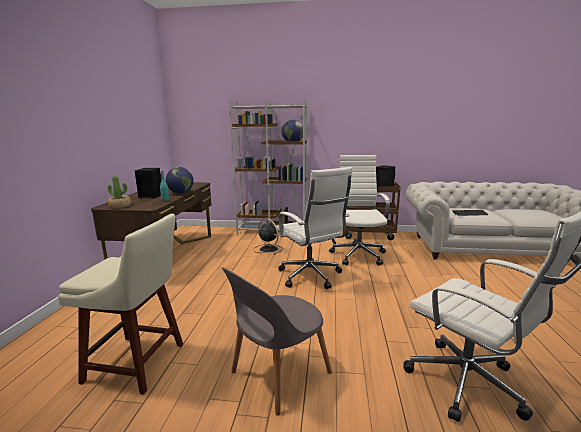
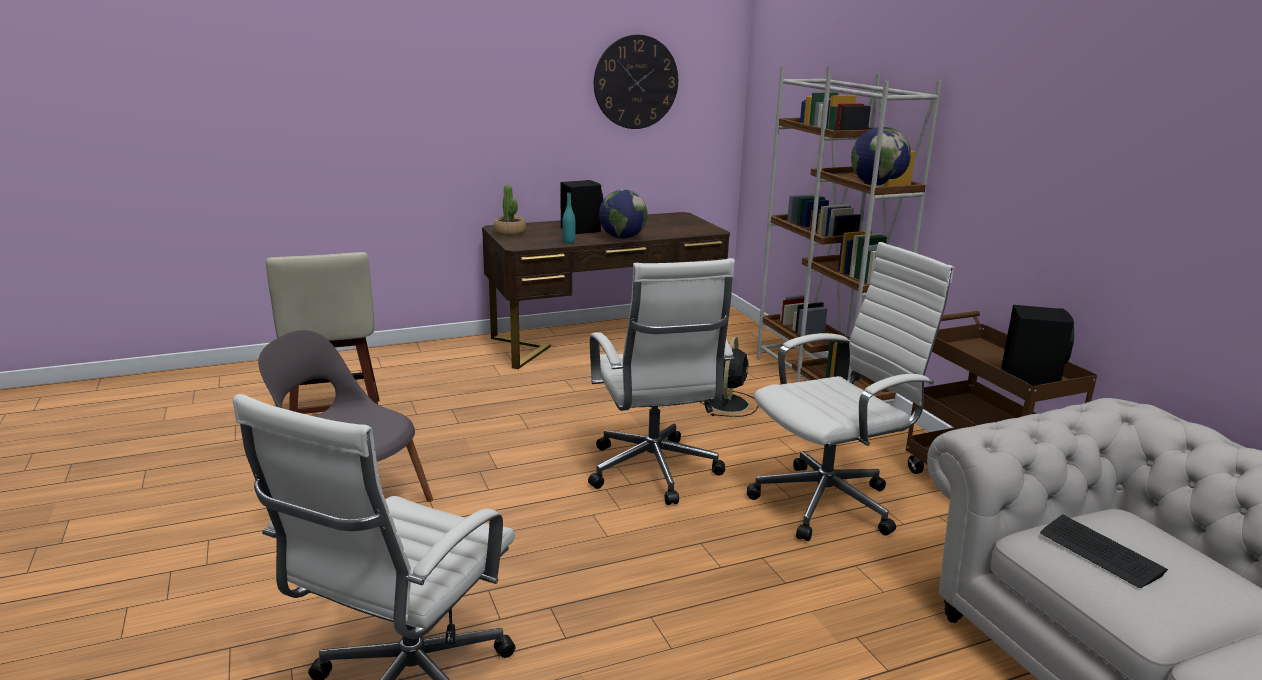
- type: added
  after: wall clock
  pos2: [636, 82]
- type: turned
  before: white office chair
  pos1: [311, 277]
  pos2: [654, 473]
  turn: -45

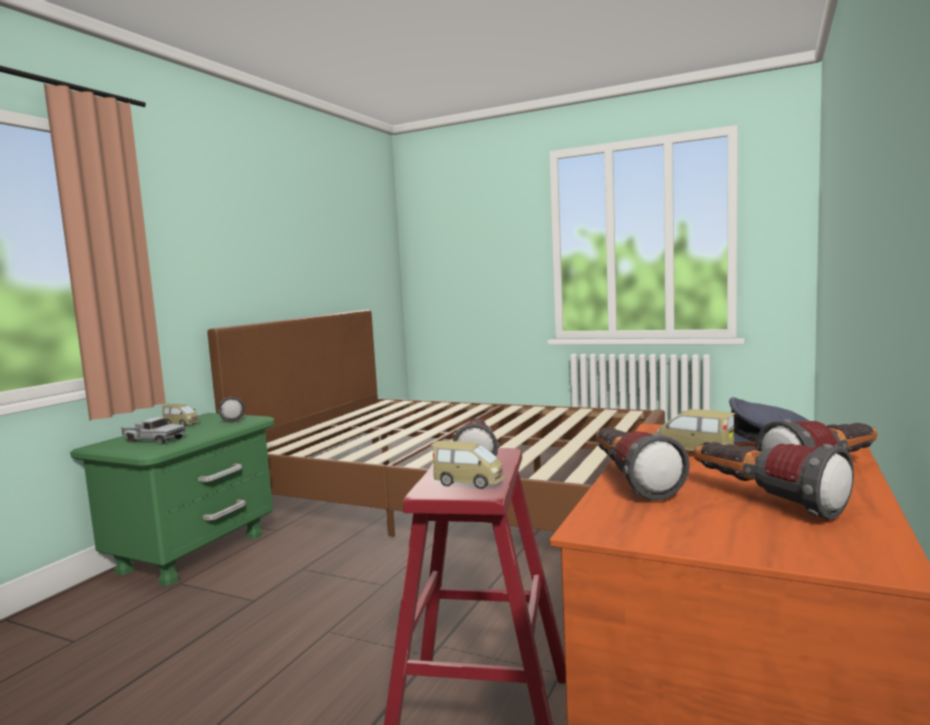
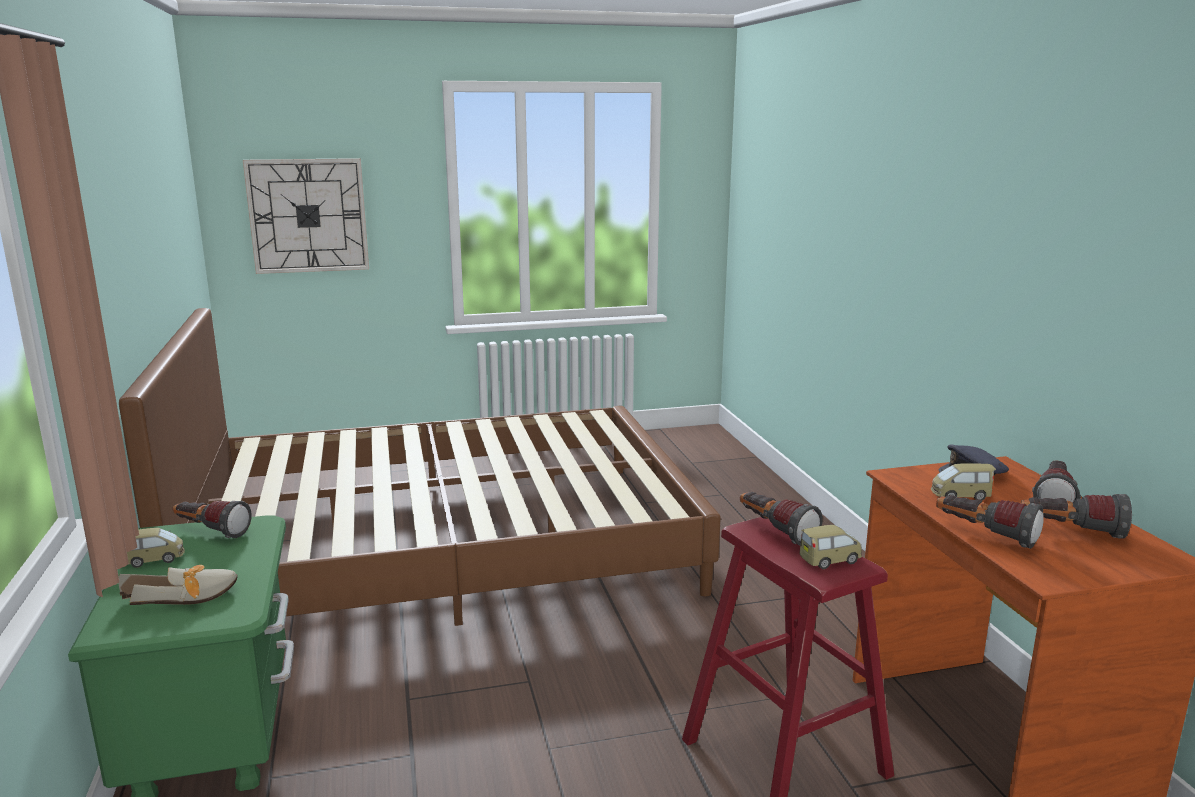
- type: added
  after: wall clock
  pos2: [308, 215]
- type: replaced
  before: toy truck
  after: shoe
  pos1: [153, 440]
  pos2: [188, 597]

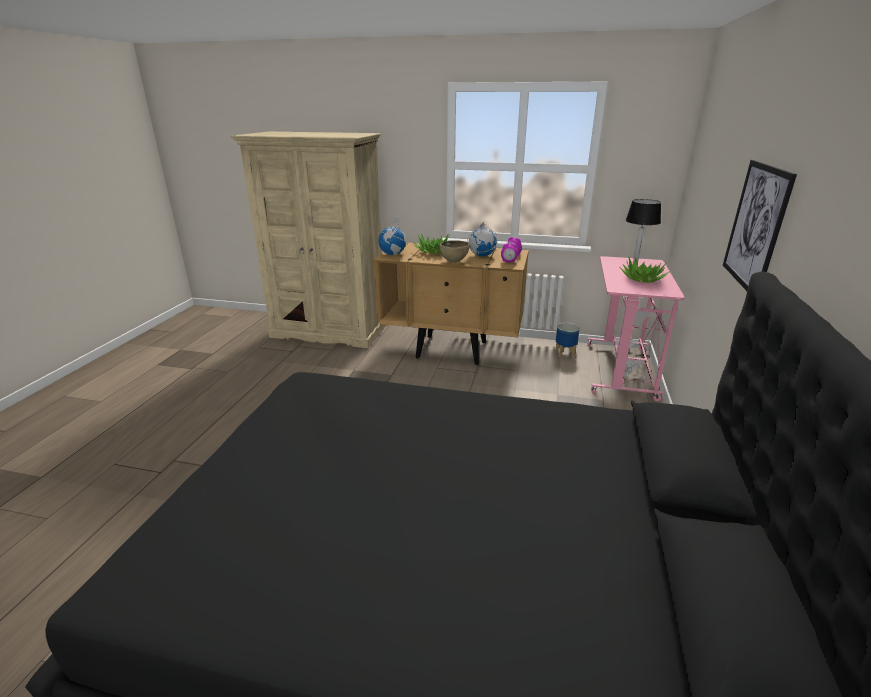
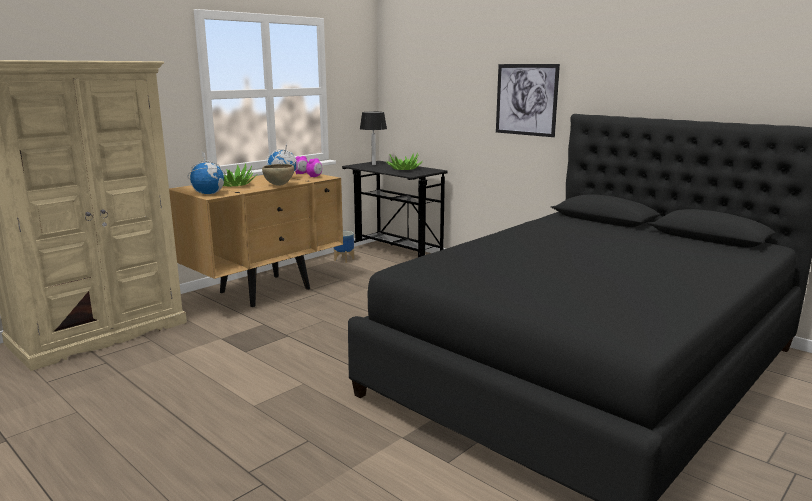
- type: recoloured
  before: pink desk
  after: black desk
  pos1: [620, 371]
  pos2: [394, 254]

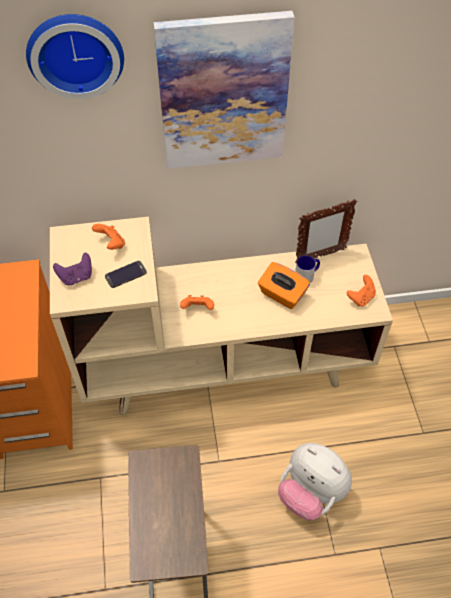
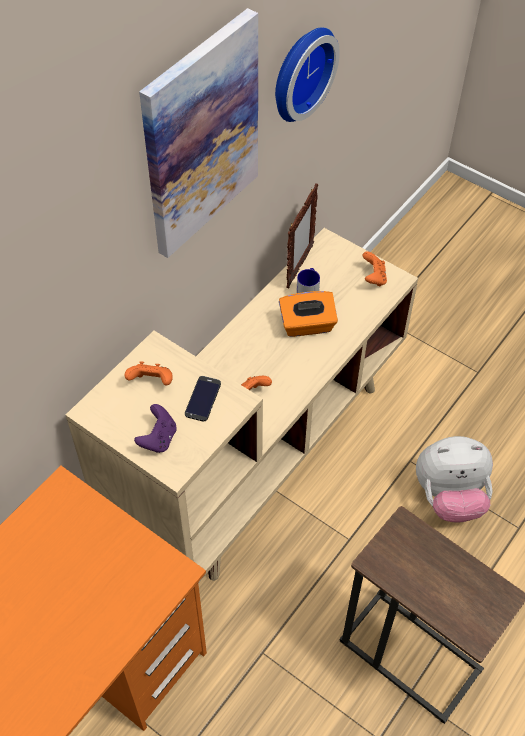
- type: moved
  before: wall clock
  pos1: [75, 52]
  pos2: [299, 72]

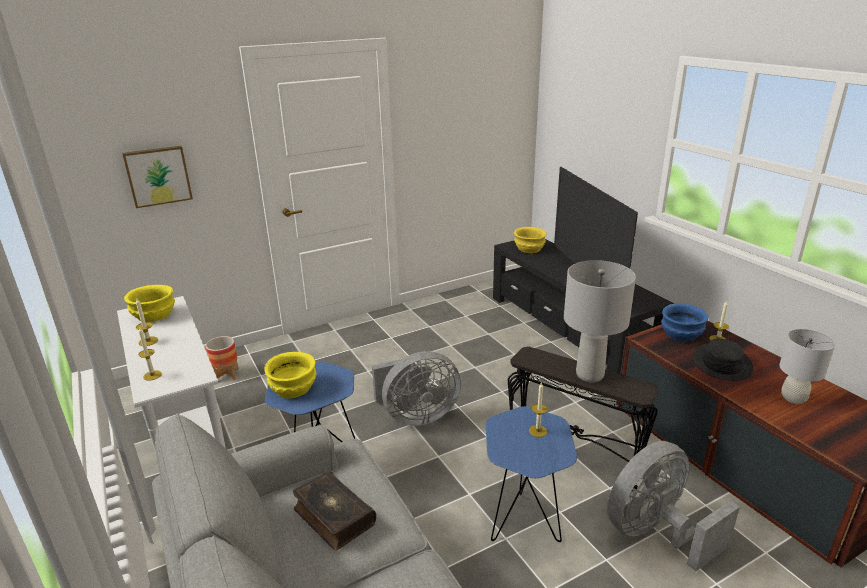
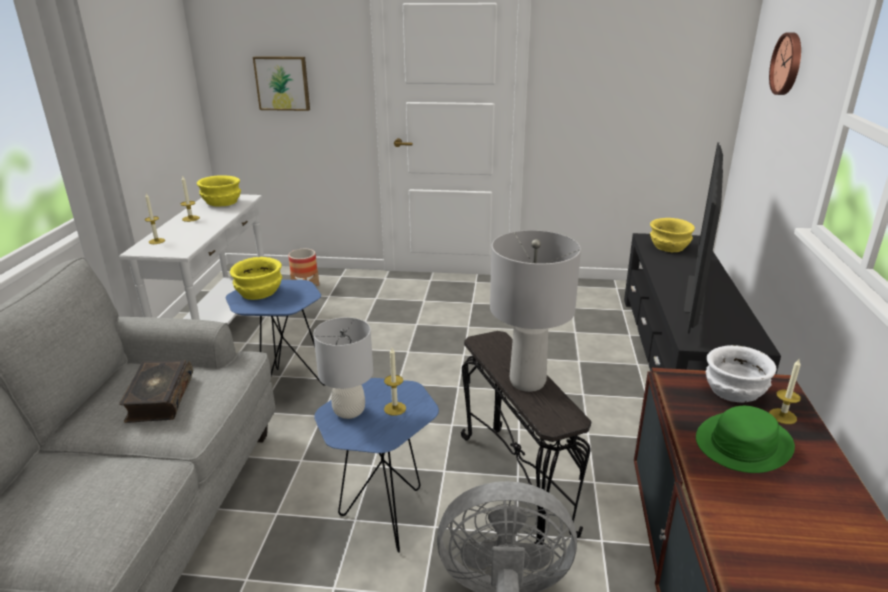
- type: removed
  before: grey fan
  pos1: [416, 416]
- type: added
  after: wall clock
  pos2: [788, 64]
- type: moved
  before: grey table lamp
  pos1: [794, 400]
  pos2: [349, 413]
- type: recoloured
  before: blue bowl
  after: white bowl
  pos1: [681, 334]
  pos2: [734, 392]
- type: recoloured
  before: black hat
  after: green hat
  pos1: [721, 363]
  pos2: [743, 443]

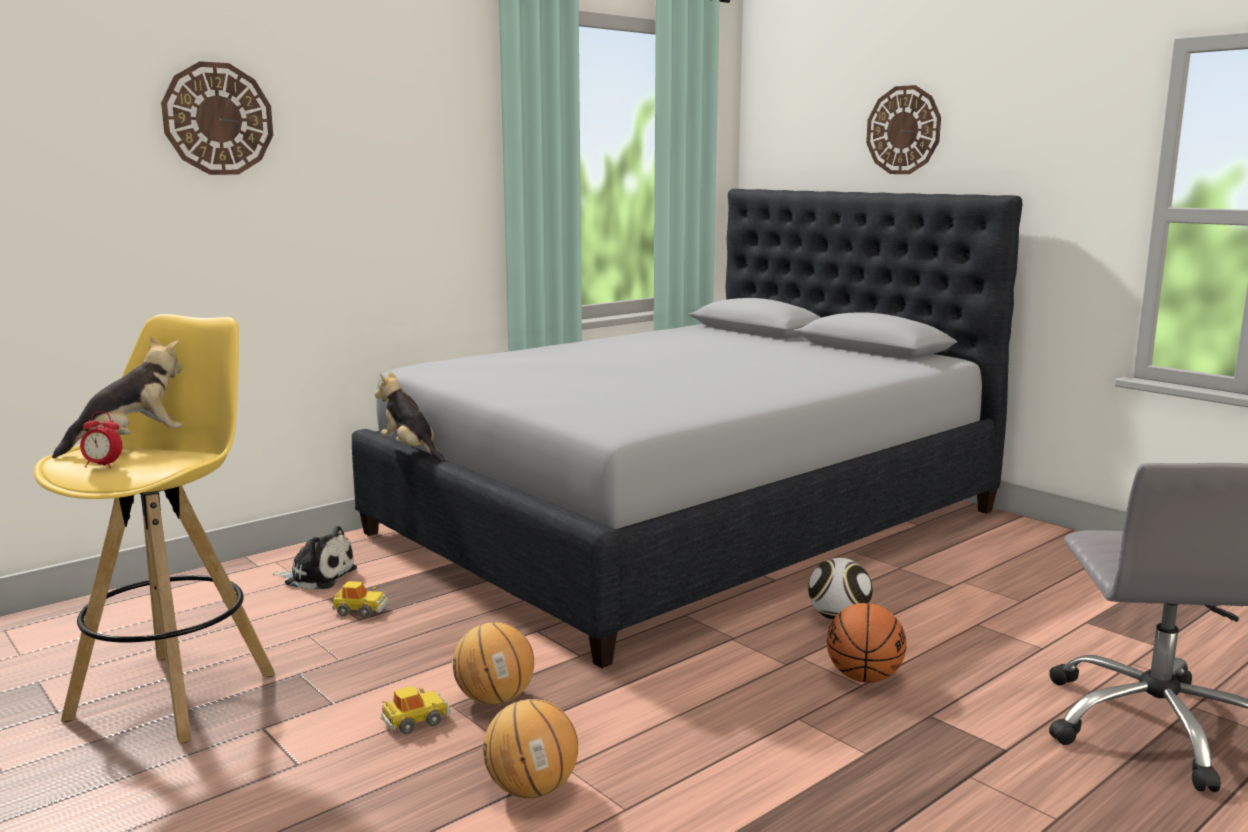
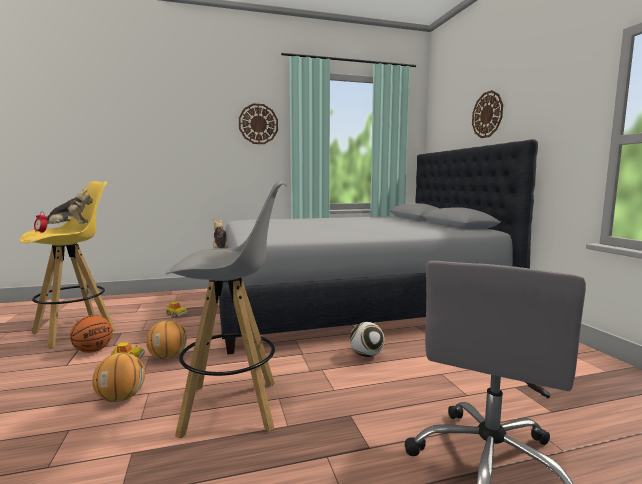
- type: removed
  before: plush toy
  pos1: [317, 576]
- type: added
  after: grey stool
  pos2: [233, 407]
- type: moved
  before: wall clock
  pos1: [218, 119]
  pos2: [258, 124]
- type: moved
  before: basketball
  pos1: [863, 677]
  pos2: [93, 350]

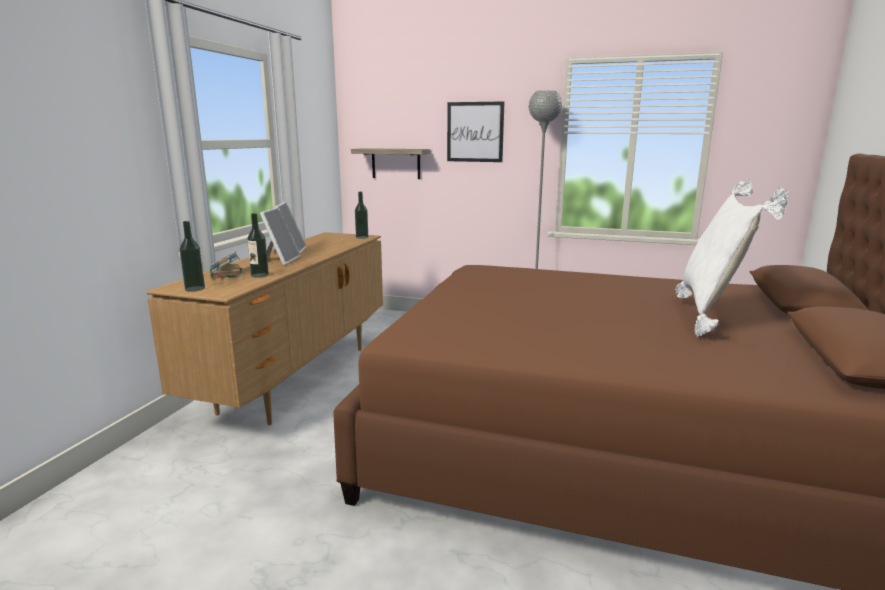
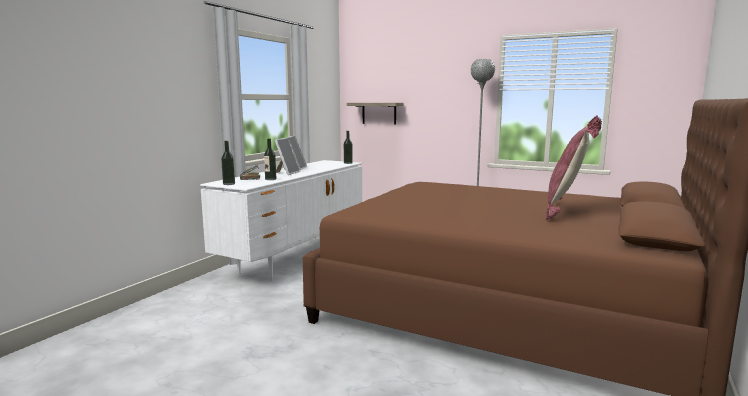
- type: removed
  before: picture
  pos1: [475, 132]
- type: recoloured
  before: brown dresser
  after: white dresser
  pos1: [299, 378]
  pos2: [296, 257]
- type: recoloured
  before: white pillow
  after: red pillow
  pos1: [713, 320]
  pos2: [569, 213]

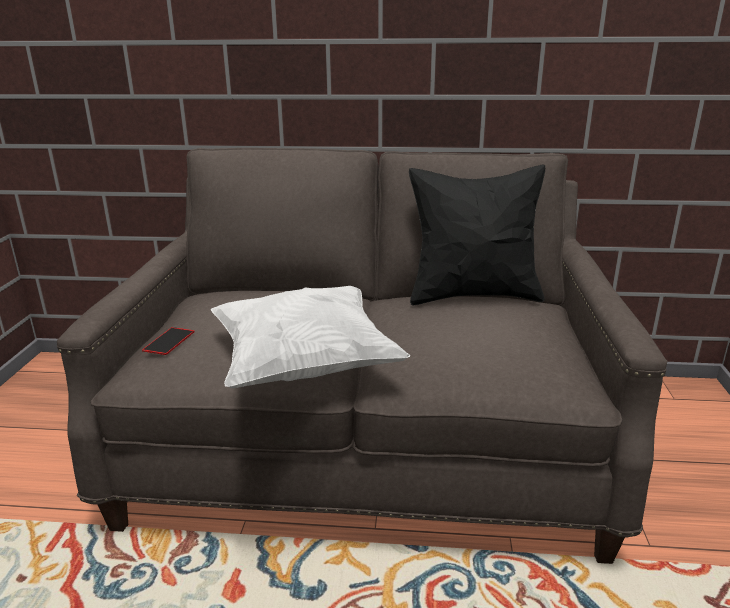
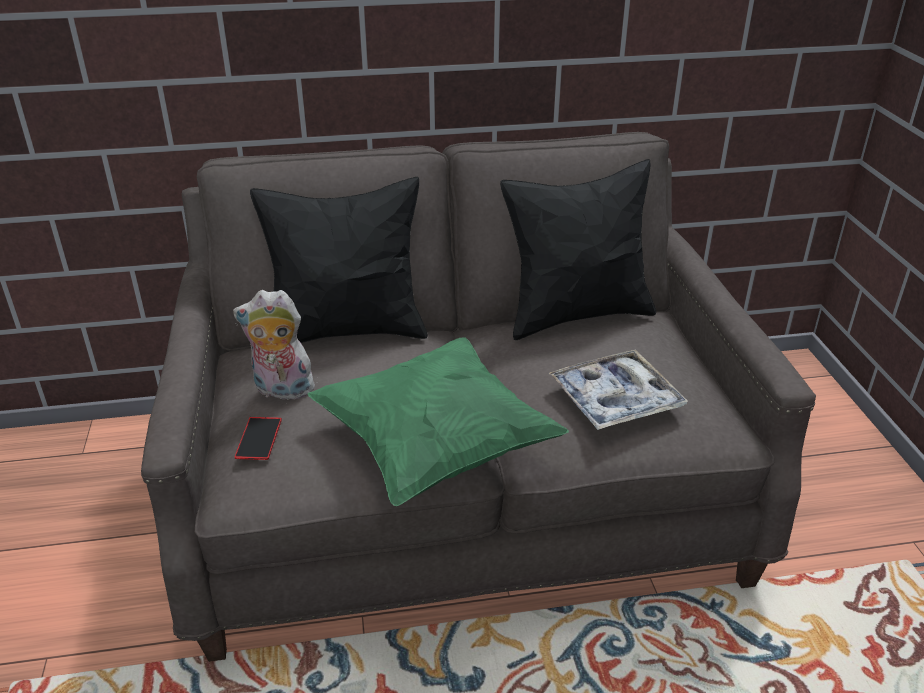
- type: added
  after: plush toy
  pos2: [281, 391]
- type: added
  after: black pillow
  pos2: [347, 330]
- type: added
  after: tray
  pos2: [615, 399]
- type: recoloured
  before: white pillow
  after: green pillow
  pos1: [304, 365]
  pos2: [435, 447]

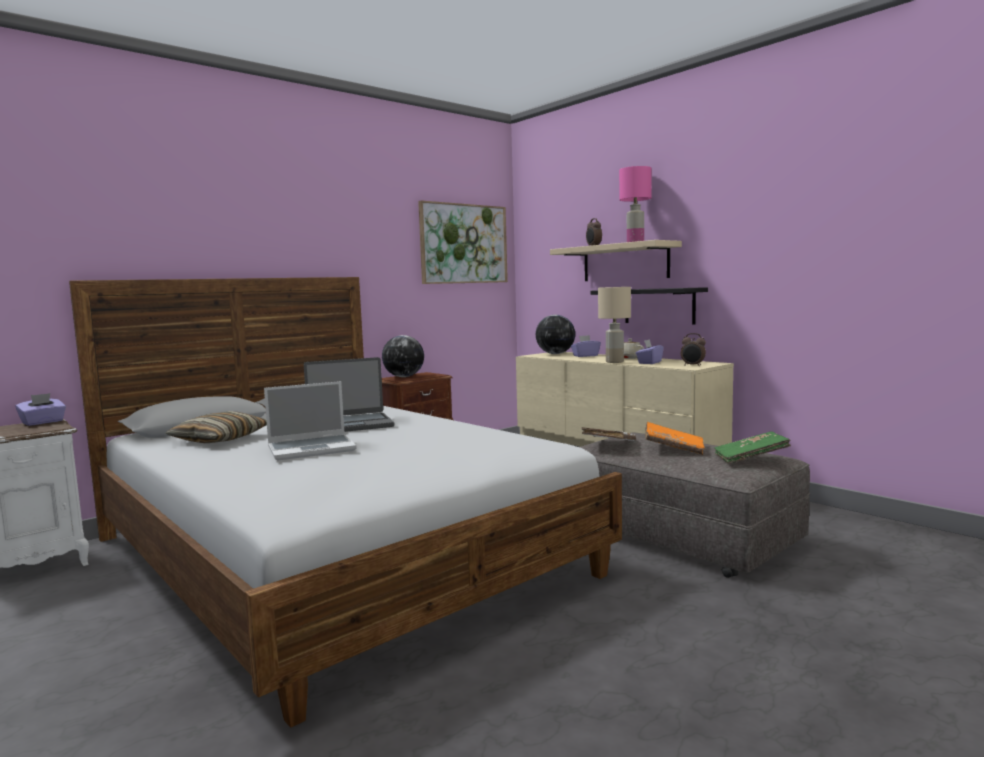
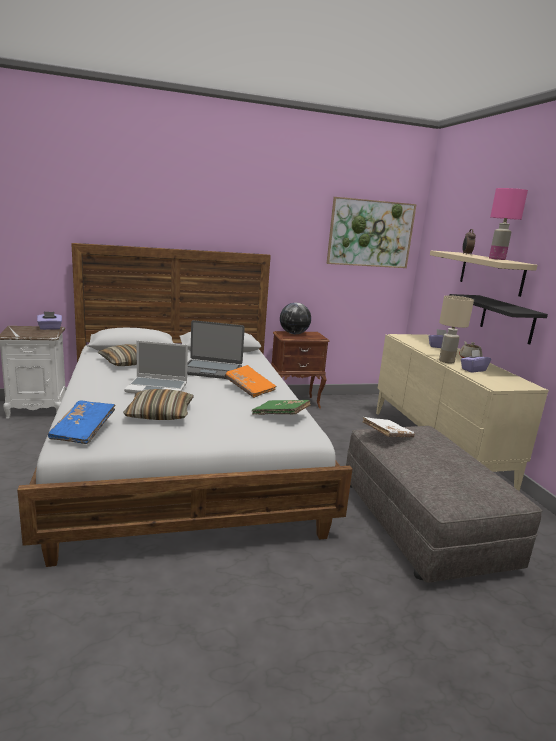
- type: removed
  before: globe
  pos1: [555, 354]
- type: removed
  before: alarm clock
  pos1: [693, 365]
- type: added
  after: blue book
  pos2: [83, 431]
- type: added
  after: pillow
  pos2: [160, 414]
- type: moved
  before: orange book
  pos1: [673, 449]
  pos2: [249, 388]
- type: moved
  before: green book
  pos1: [750, 459]
  pos2: [281, 416]

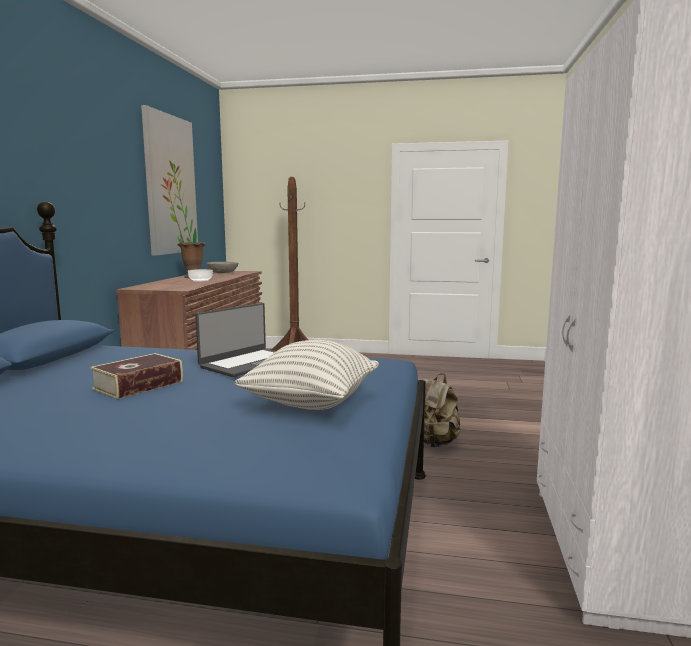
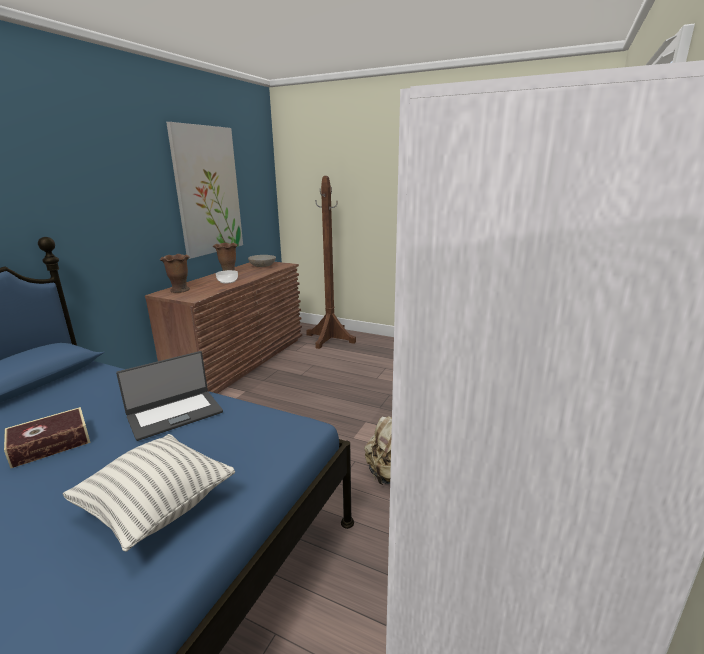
- type: added
  after: brown vase
  pos2: [179, 290]

